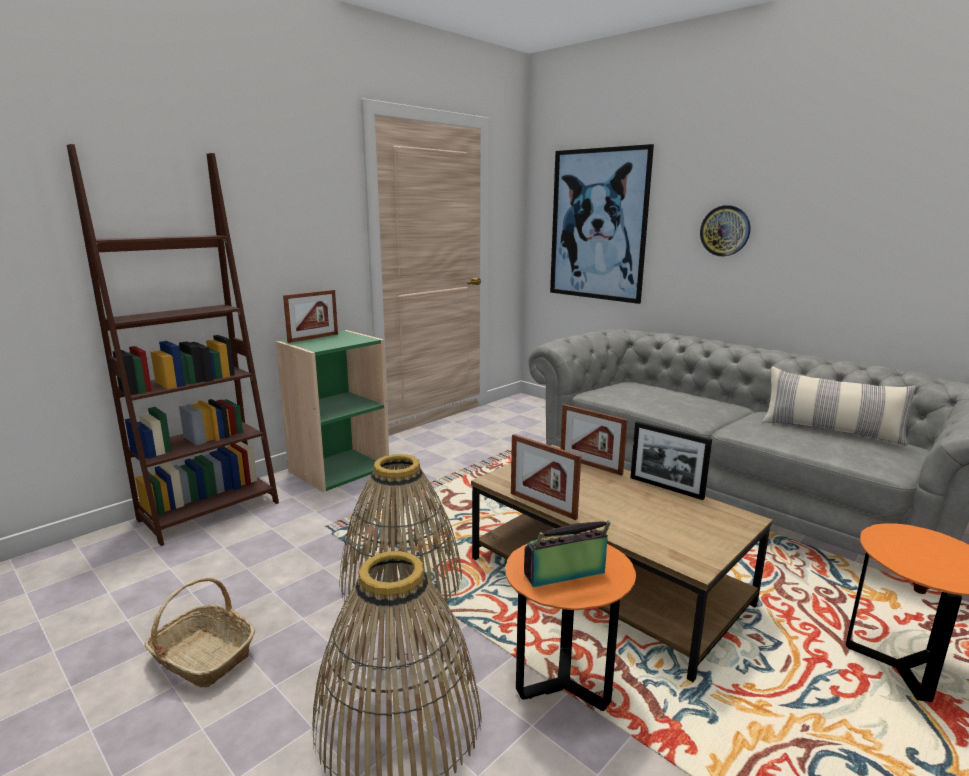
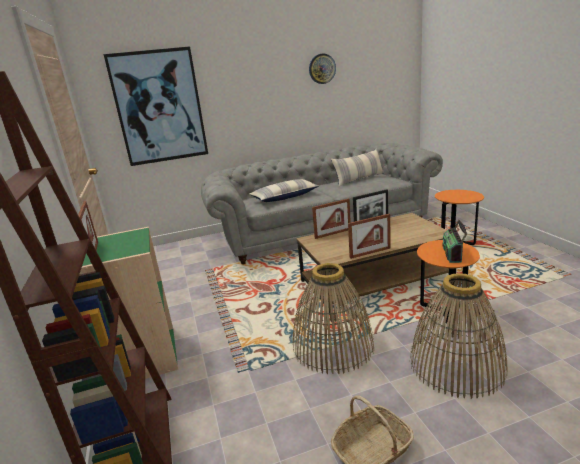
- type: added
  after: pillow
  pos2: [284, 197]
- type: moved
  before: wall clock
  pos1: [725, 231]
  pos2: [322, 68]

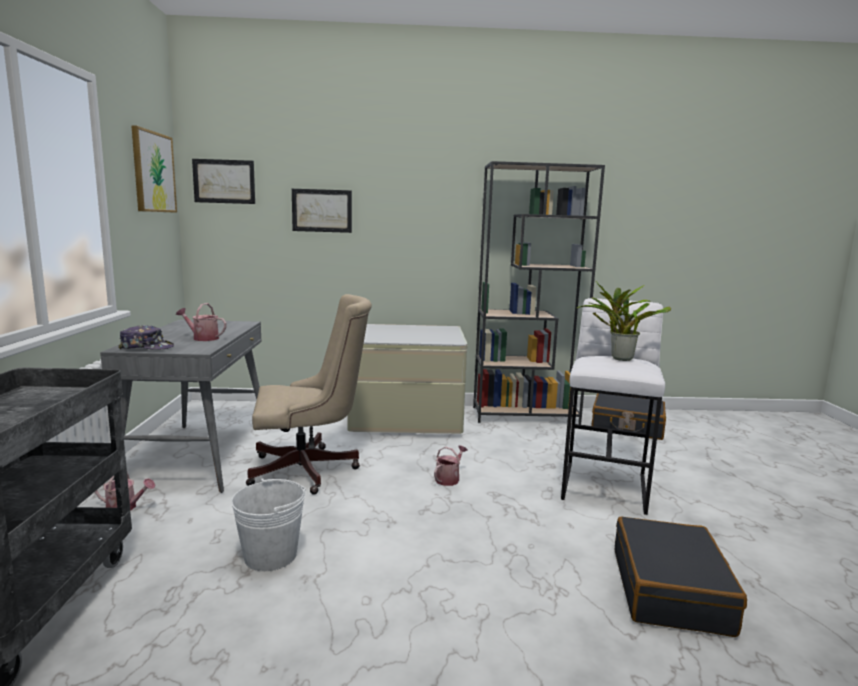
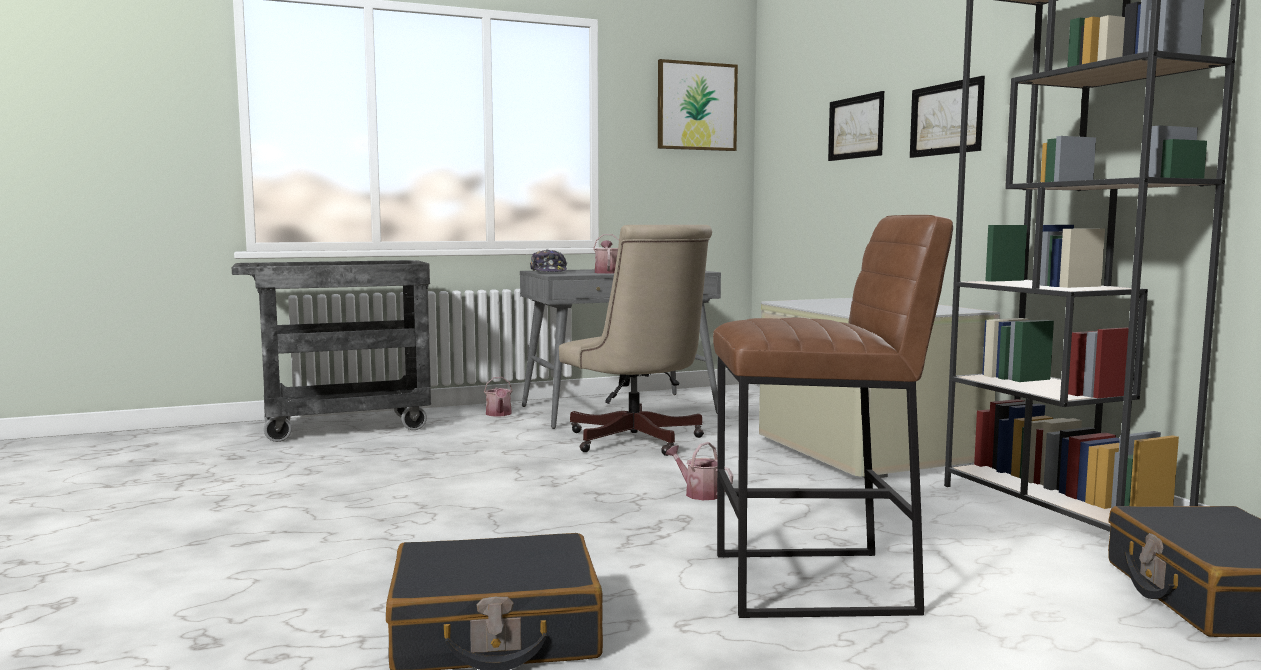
- type: removed
  before: white bucket
  pos1: [270, 555]
- type: removed
  before: potted plant
  pos1: [619, 358]
- type: moved
  before: picture
  pos1: [224, 181]
  pos2: [946, 119]
- type: recoloured
  before: white stool
  after: brown stool
  pos1: [604, 486]
  pos2: [816, 583]
- type: turned
  before: watering can
  pos1: [449, 478]
  pos2: [699, 493]
  turn: -150

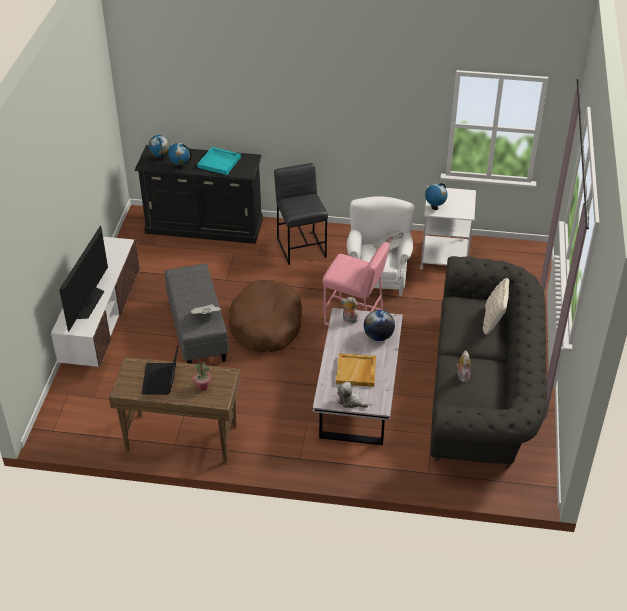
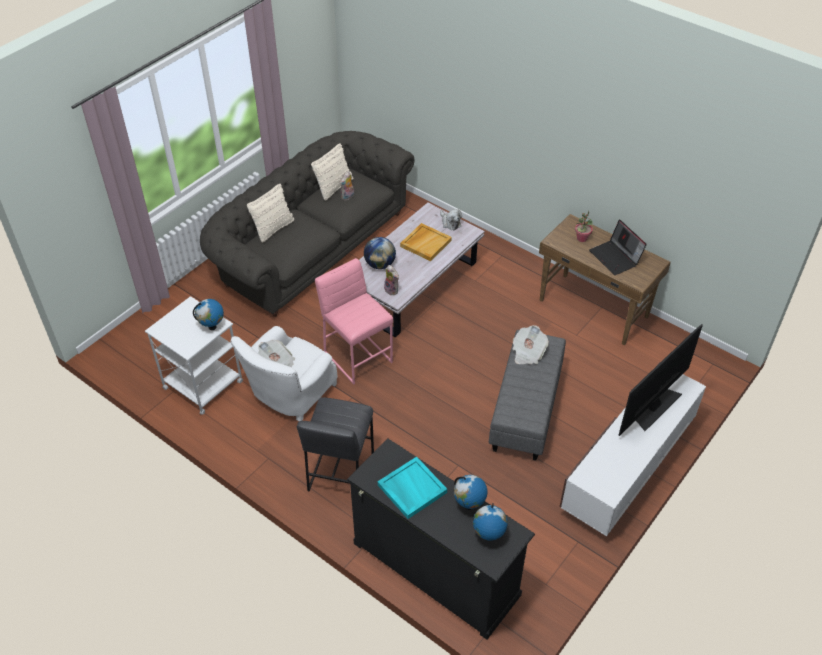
- type: removed
  before: brown dog bed
  pos1: [266, 325]
- type: added
  after: beige pillow
  pos2: [333, 188]
- type: turned
  before: laptop
  pos1: [162, 380]
  pos2: [616, 258]
  turn: 120

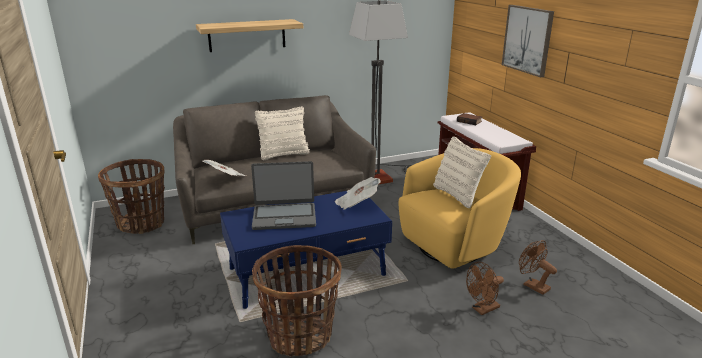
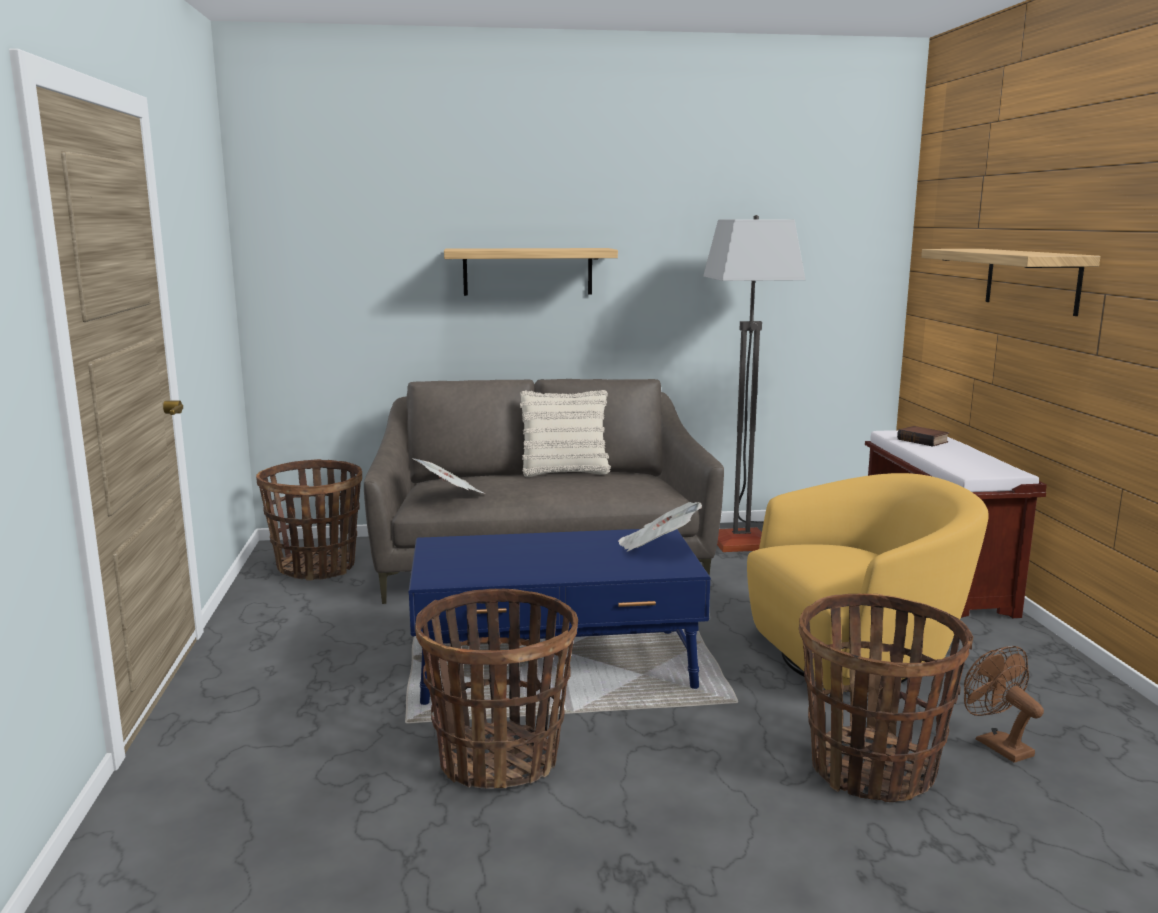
- type: removed
  before: laptop
  pos1: [284, 216]
- type: removed
  before: beige pillow
  pos1: [458, 196]
- type: replaced
  before: brown fan
  after: basket
  pos1: [482, 309]
  pos2: [872, 769]
- type: replaced
  before: picture
  after: shelf
  pos1: [527, 39]
  pos2: [1032, 280]

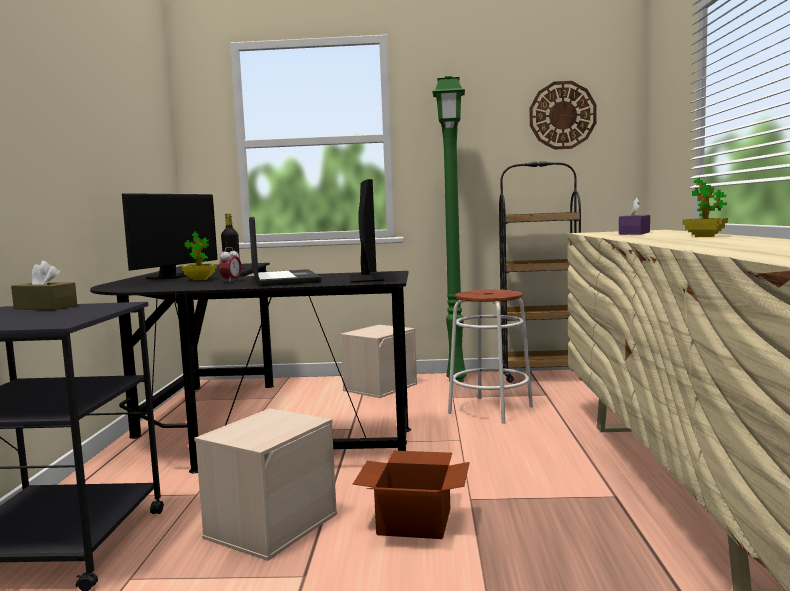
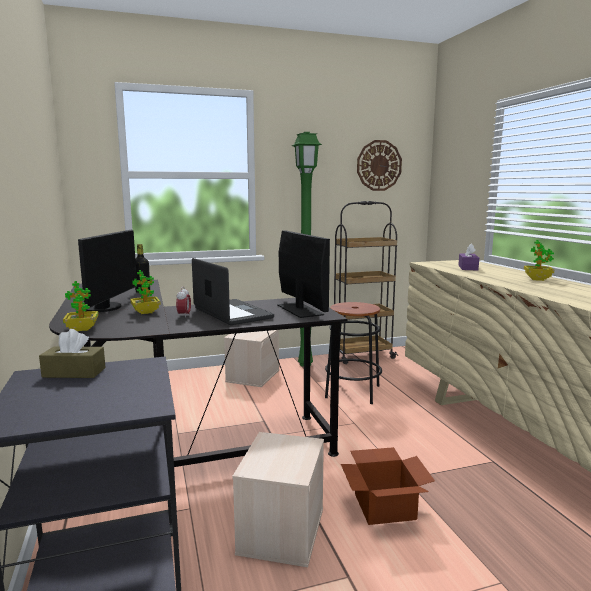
- type: added
  after: potted plant
  pos2: [82, 329]
- type: recoloured
  before: white stool
  after: black stool
  pos1: [490, 410]
  pos2: [352, 391]

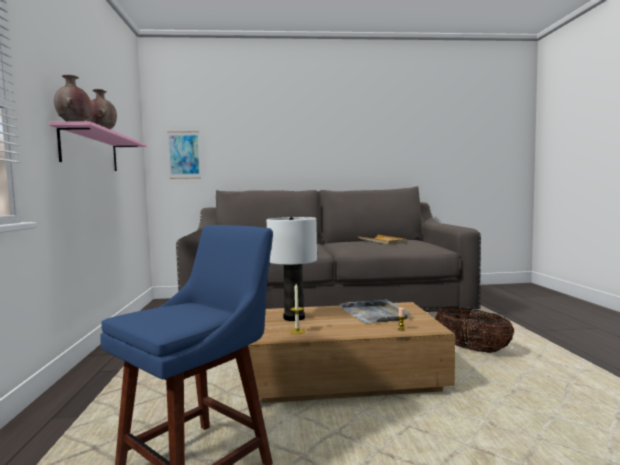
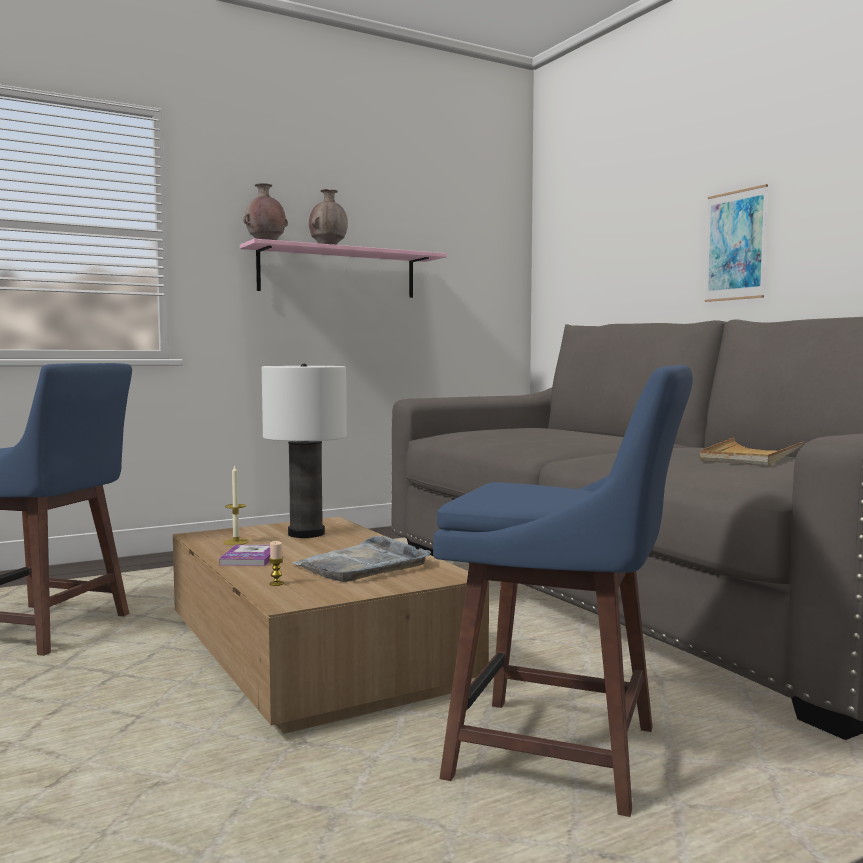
- type: added
  after: book
  pos2: [249, 557]
- type: moved
  before: picture
  pos1: [184, 155]
  pos2: [735, 245]
- type: replaced
  before: basket
  after: blue stool
  pos1: [472, 349]
  pos2: [565, 757]

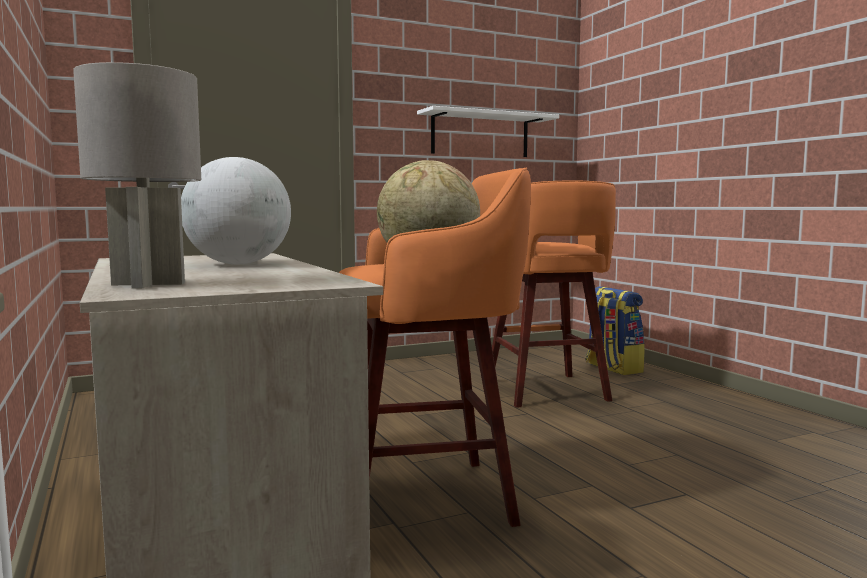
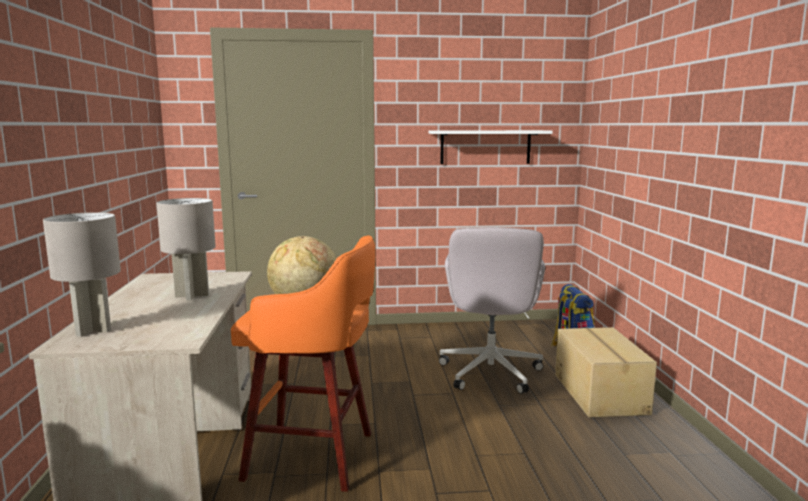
- type: added
  after: cardboard box
  pos2: [601, 393]
- type: replaced
  before: globe
  after: grey table lamp
  pos1: [238, 264]
  pos2: [191, 295]
- type: replaced
  before: orange stool
  after: grey office chair
  pos1: [546, 391]
  pos2: [490, 373]

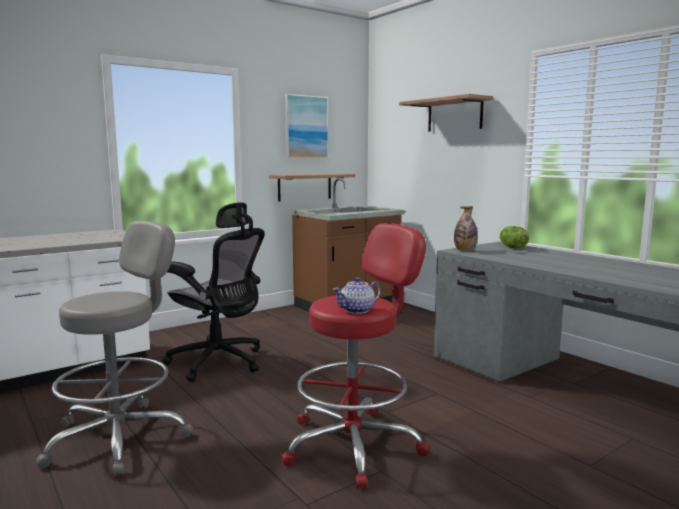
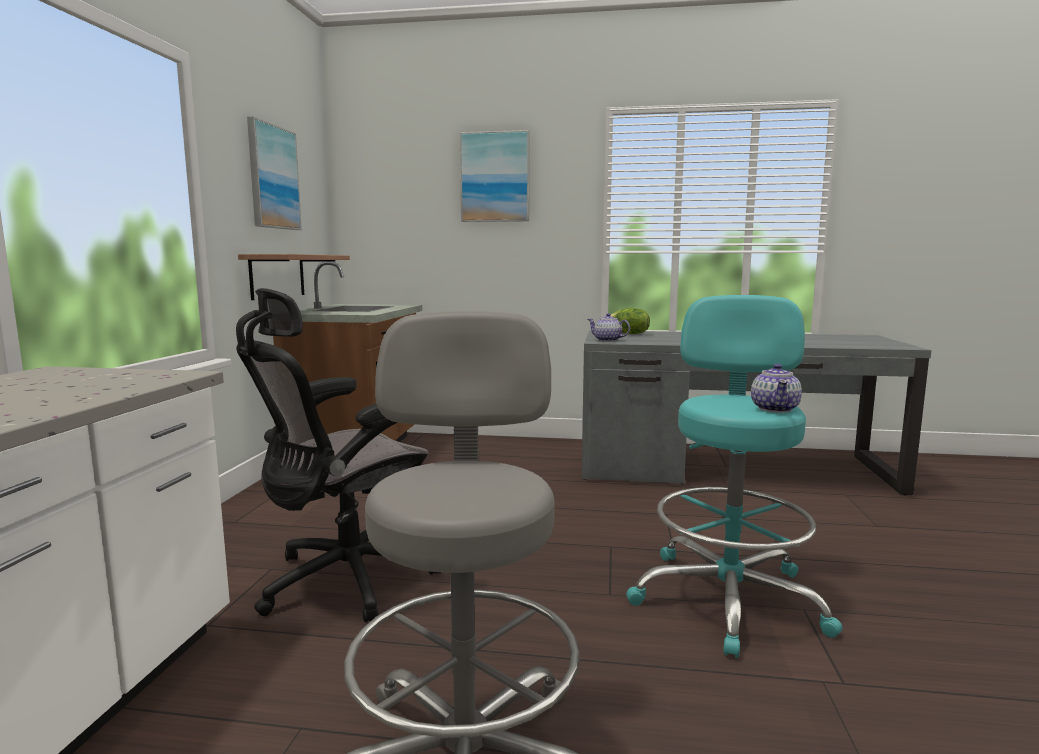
- type: replaced
  before: shelf
  after: picture
  pos1: [454, 115]
  pos2: [495, 177]
- type: replaced
  before: bottle
  after: teapot
  pos1: [465, 250]
  pos2: [607, 340]
- type: recoloured
  before: red stool
  after: turquoise stool
  pos1: [354, 444]
  pos2: [728, 597]
- type: turned
  before: office chair
  pos1: [217, 362]
  pos2: [348, 581]
  turn: 150

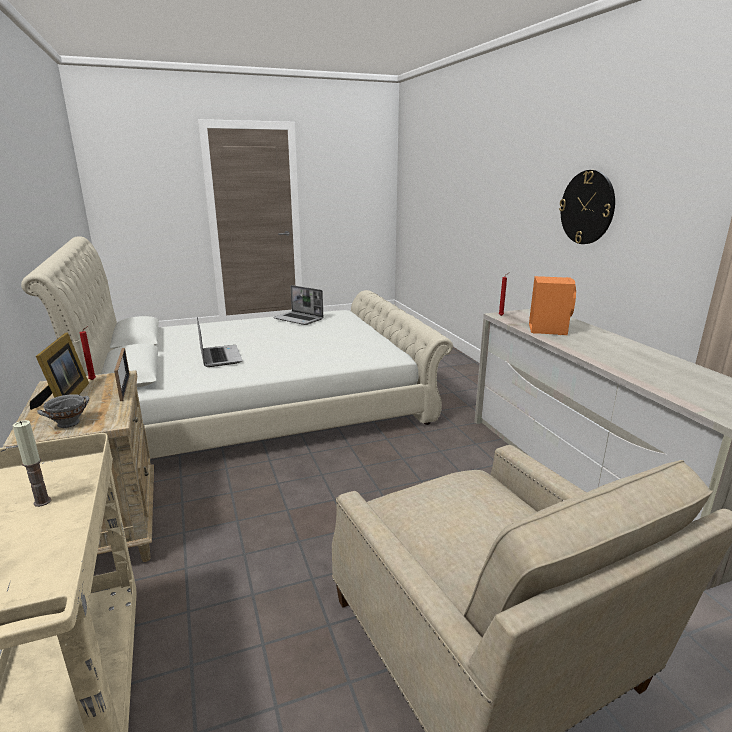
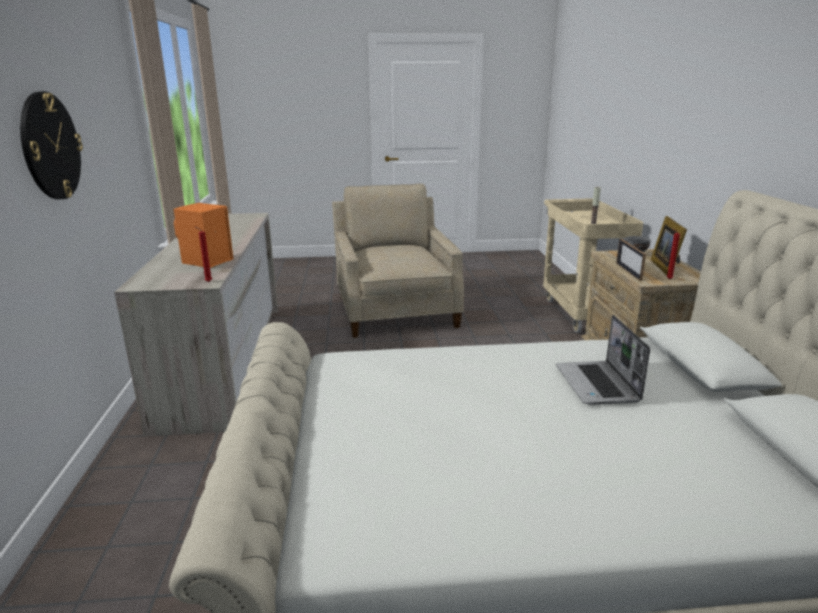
- type: removed
  before: laptop
  pos1: [299, 319]

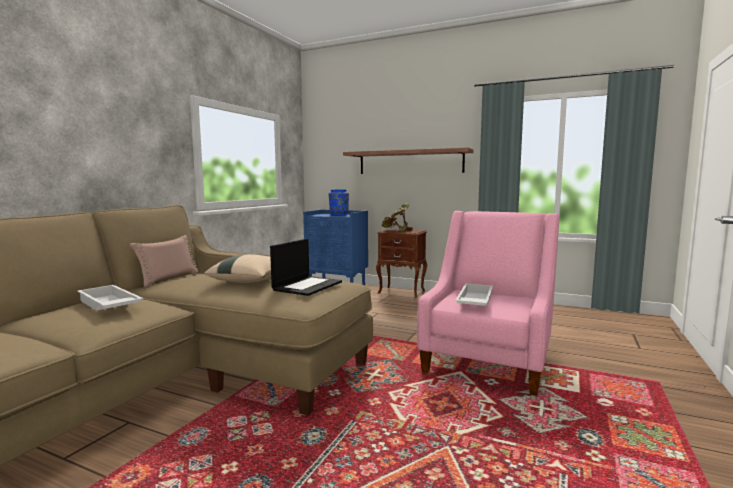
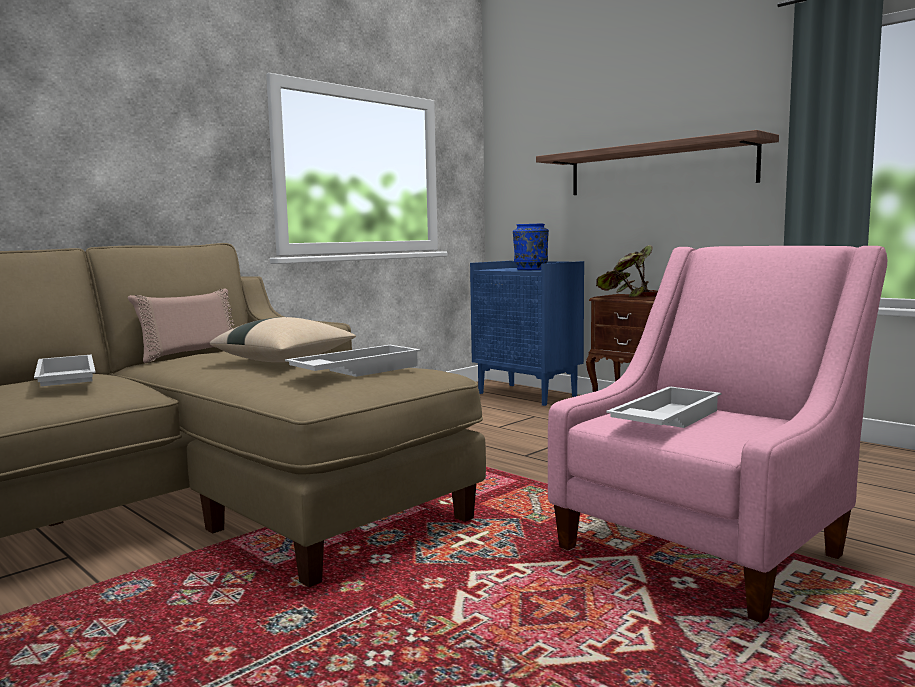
- type: replaced
  before: laptop
  after: white tray
  pos1: [307, 286]
  pos2: [355, 371]

